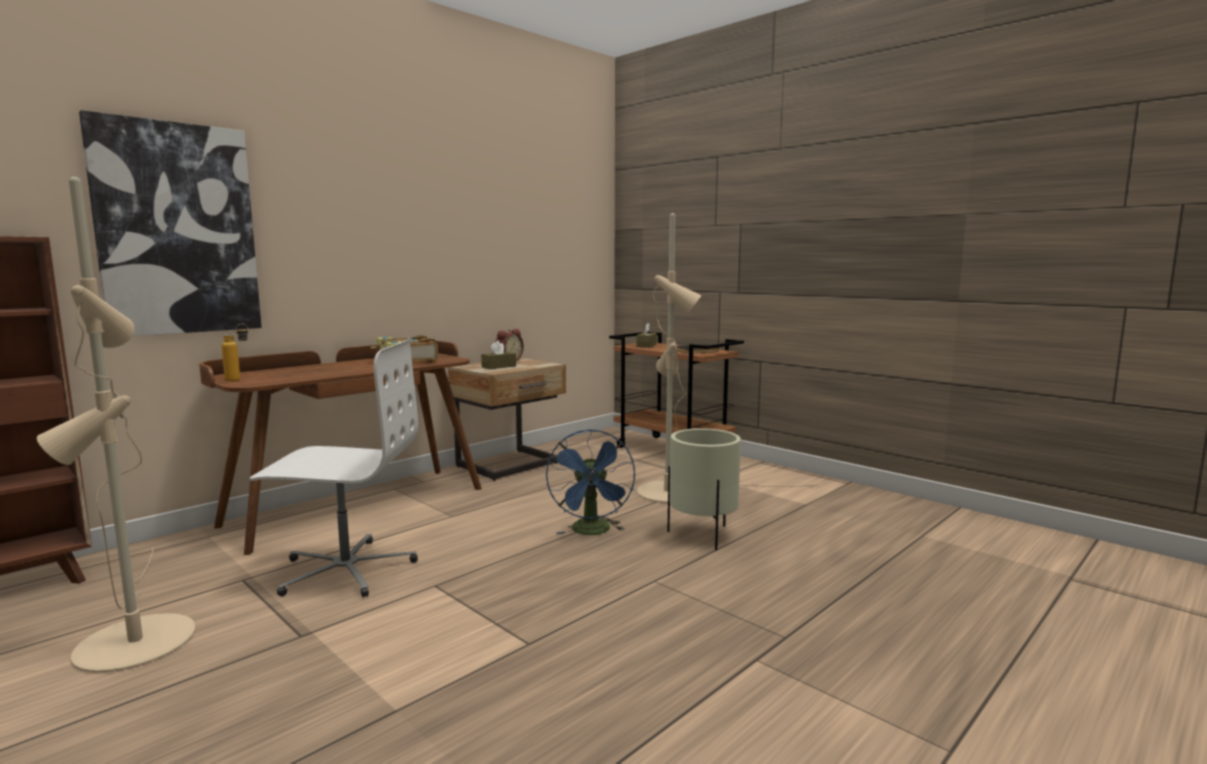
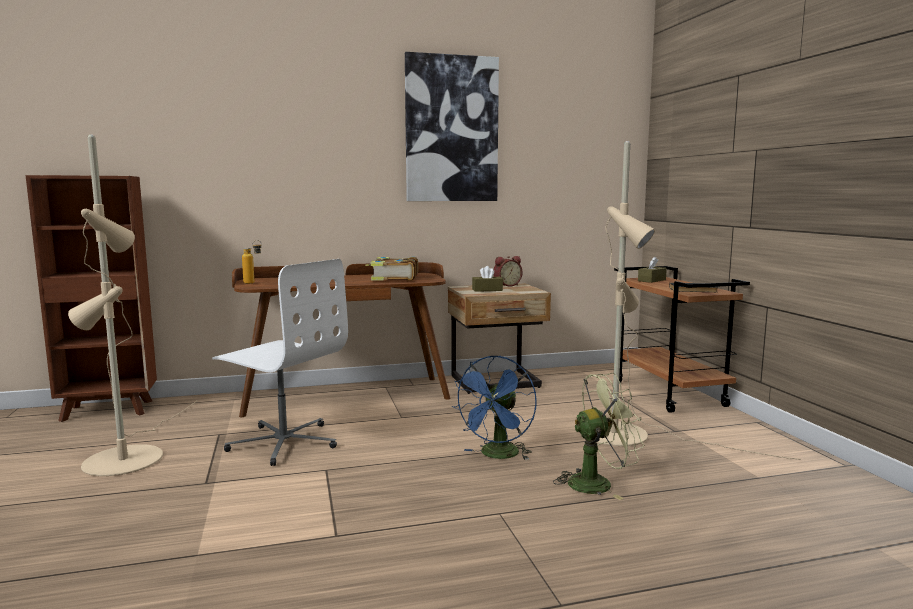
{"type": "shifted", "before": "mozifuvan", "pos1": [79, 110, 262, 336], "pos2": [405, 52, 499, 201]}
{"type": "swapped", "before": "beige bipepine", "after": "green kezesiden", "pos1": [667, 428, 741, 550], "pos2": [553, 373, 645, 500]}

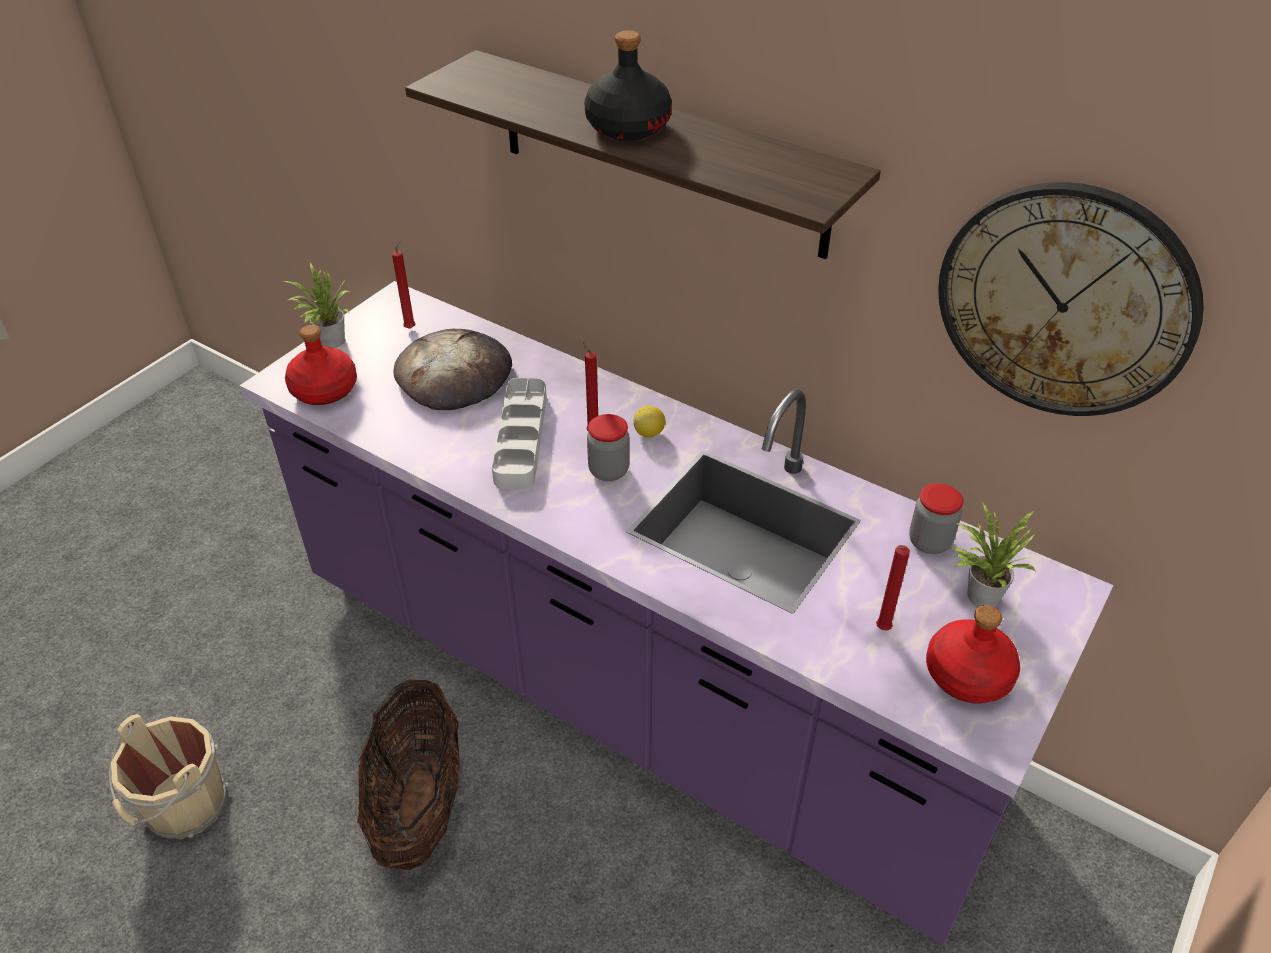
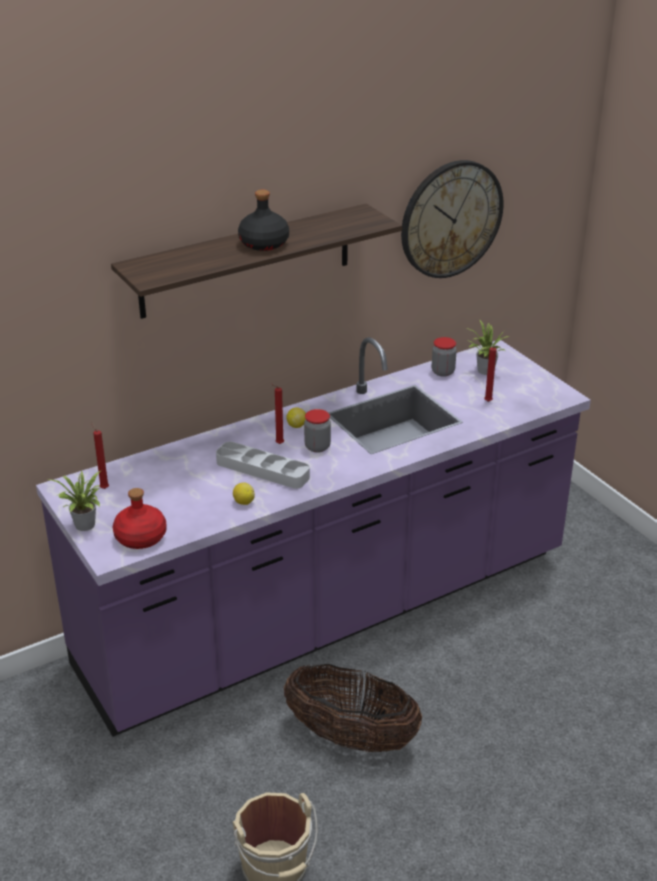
{"type": "gone", "before": "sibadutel", "pos1": [393, 329, 512, 410]}
{"type": "gone", "before": "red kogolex", "pos1": [926, 605, 1020, 703]}
{"type": "new", "after": "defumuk", "pos2": [233, 482, 255, 505]}

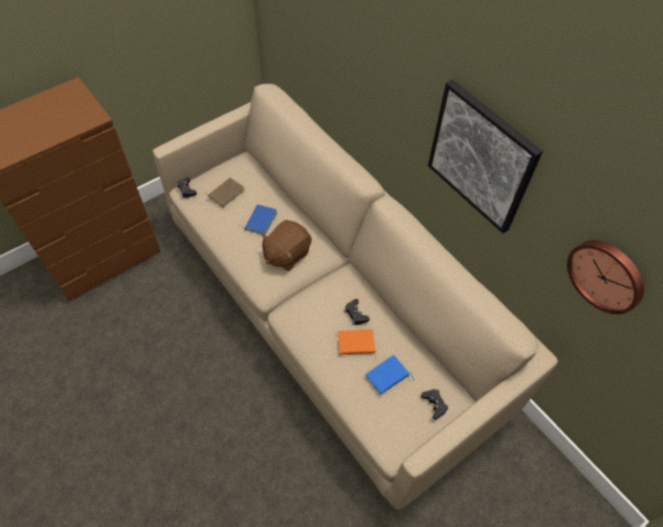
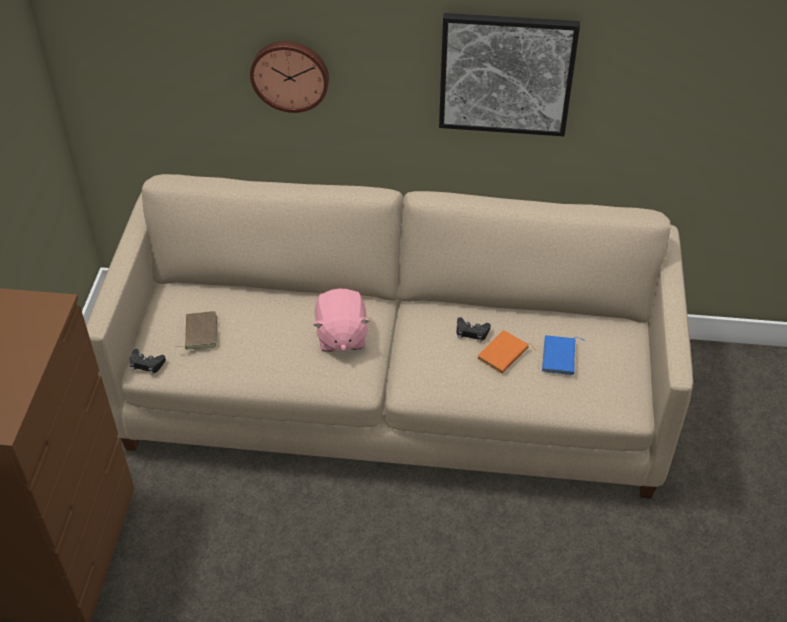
{"type": "gone", "before": "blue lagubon", "pos1": [238, 204, 277, 235]}
{"type": "repainted", "before": "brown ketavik", "after": "pink ketavik", "pos1": [261, 220, 312, 271], "pos2": [313, 289, 370, 352]}
{"type": "shifted", "before": "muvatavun", "pos1": [567, 240, 644, 314], "pos2": [250, 41, 329, 113]}
{"type": "gone", "before": "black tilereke", "pos1": [421, 389, 448, 420]}

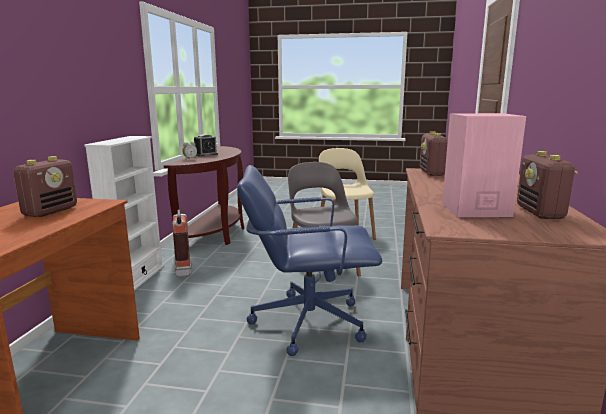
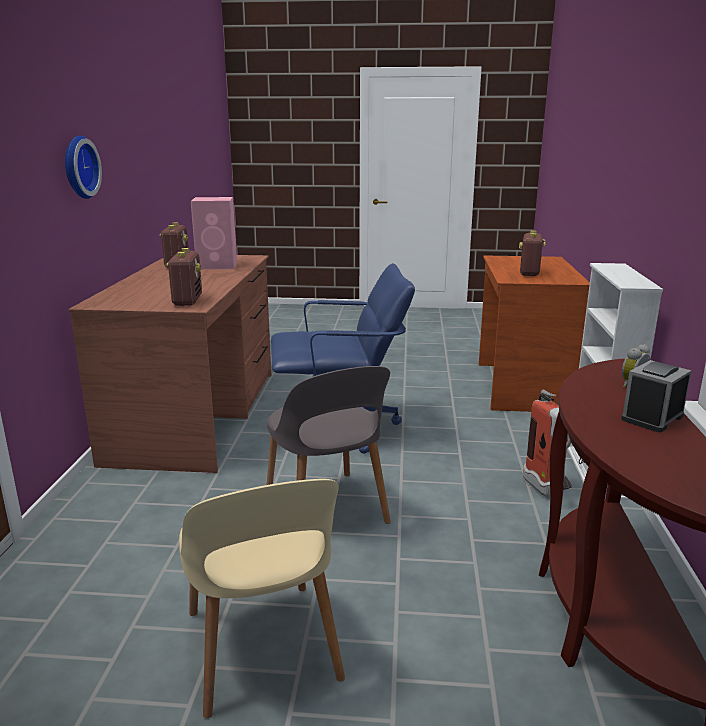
{"type": "new", "after": "muvatavun", "pos2": [65, 135, 102, 199]}

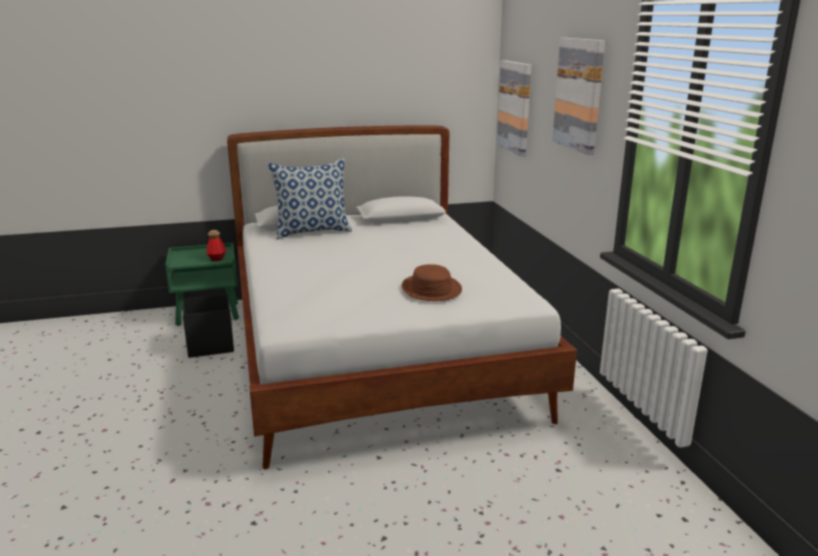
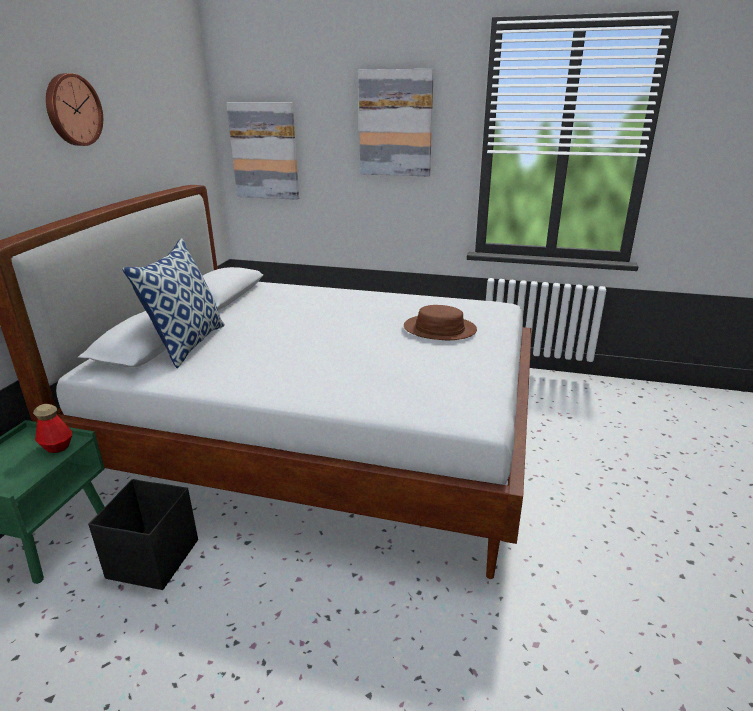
{"type": "new", "after": "muvatavun", "pos2": [46, 73, 103, 146]}

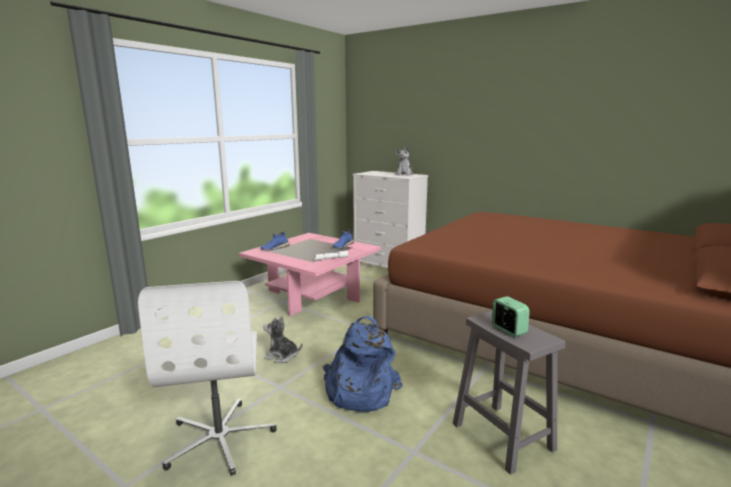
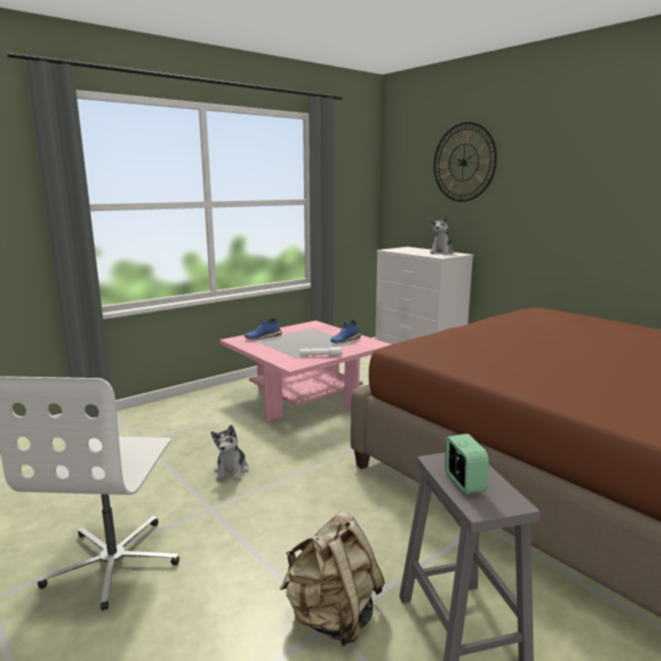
{"type": "rotated", "before": "ketavik", "pos1": [263, 316, 302, 363], "pos2": [211, 425, 249, 481], "turn": -120}
{"type": "gone", "before": "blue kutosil", "pos1": [323, 316, 403, 412]}
{"type": "new", "after": "muvatavun", "pos2": [434, 122, 497, 202]}
{"type": "new", "after": "beige kutosil", "pos2": [280, 511, 385, 646]}

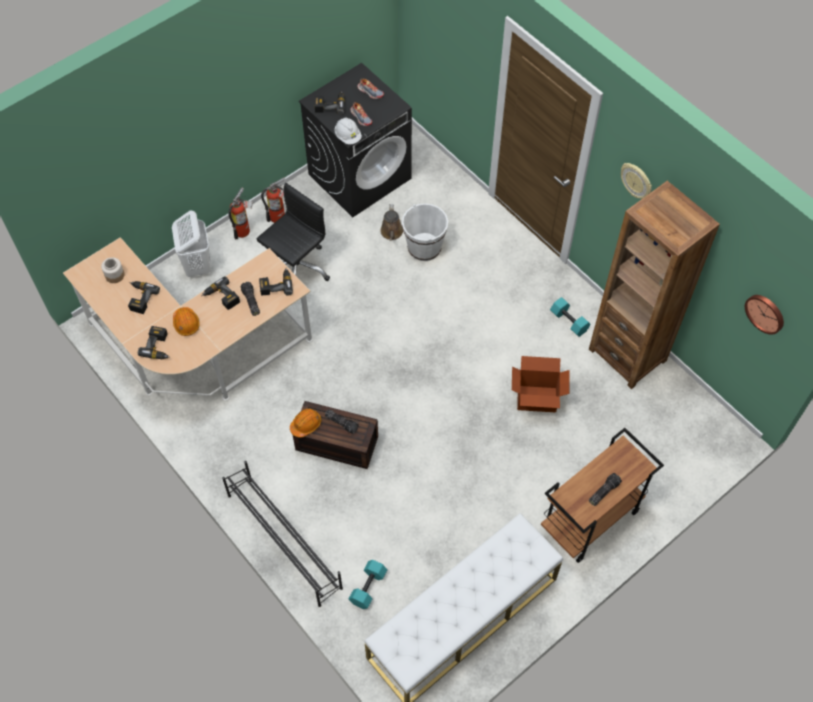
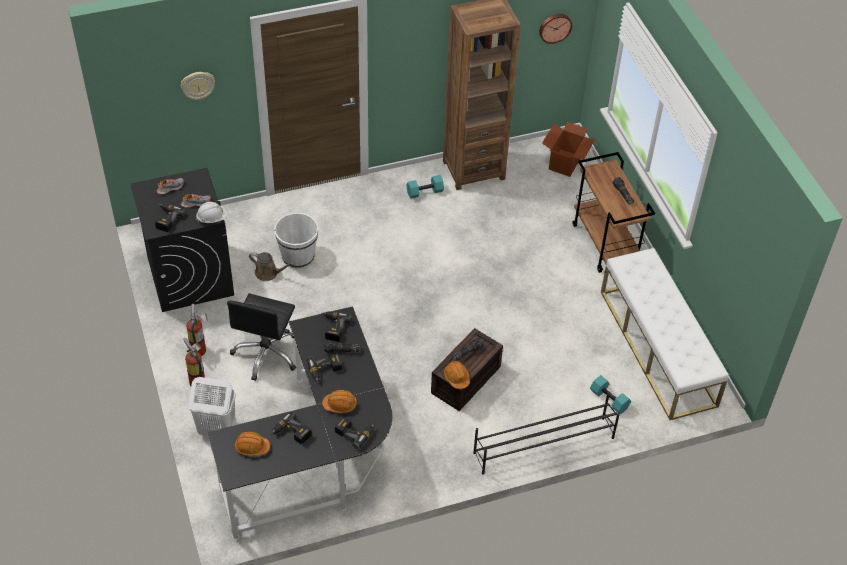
{"type": "shifted", "before": "muvatavun", "pos1": [621, 163, 652, 199], "pos2": [181, 72, 215, 100]}
{"type": "rotated", "before": "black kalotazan", "pos1": [257, 183, 330, 281], "pos2": [227, 293, 296, 381], "turn": -135}
{"type": "repainted", "before": "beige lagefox", "after": "black lagefox", "pos1": [63, 237, 313, 401], "pos2": [207, 306, 393, 540]}
{"type": "swapped", "before": "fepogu", "after": "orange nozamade", "pos1": [101, 257, 125, 283], "pos2": [235, 432, 270, 456]}
{"type": "shifted", "before": "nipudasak", "pos1": [512, 356, 570, 412], "pos2": [542, 122, 595, 177]}

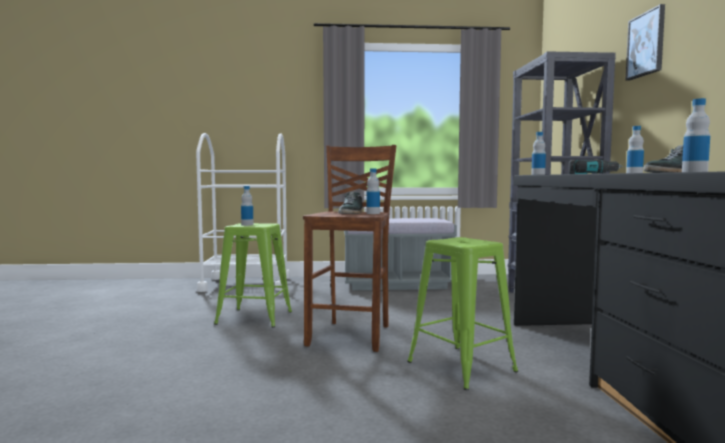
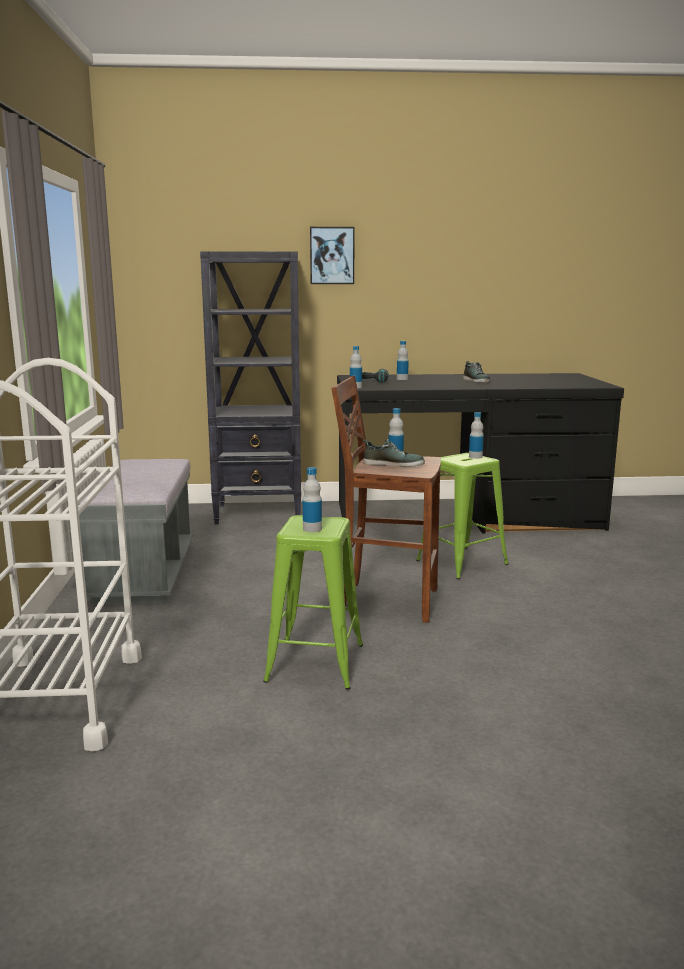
{"type": "shifted", "before": "kogolex", "pos1": [682, 98, 710, 172], "pos2": [469, 412, 484, 459]}

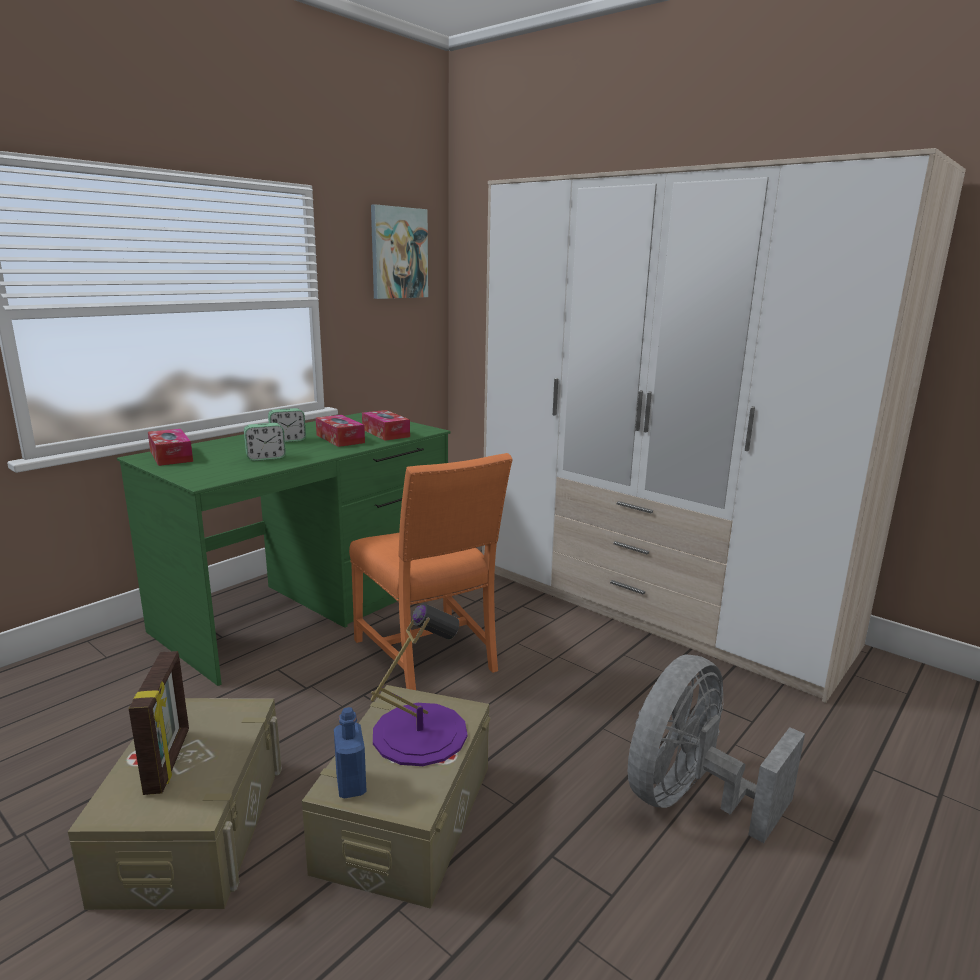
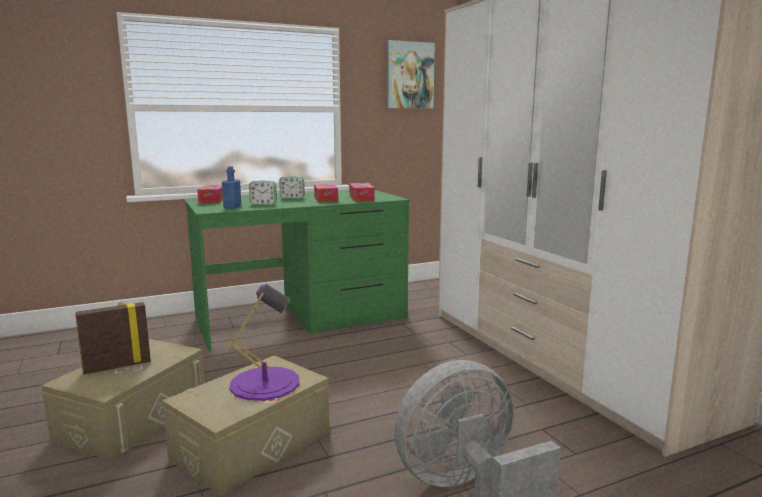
{"type": "gone", "before": "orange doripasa", "pos1": [349, 453, 513, 690]}
{"type": "rotated", "before": "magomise", "pos1": [129, 651, 189, 795], "pos2": [75, 302, 151, 374], "turn": -135}
{"type": "shifted", "before": "blue kogolex", "pos1": [334, 707, 367, 799], "pos2": [222, 166, 241, 209]}

